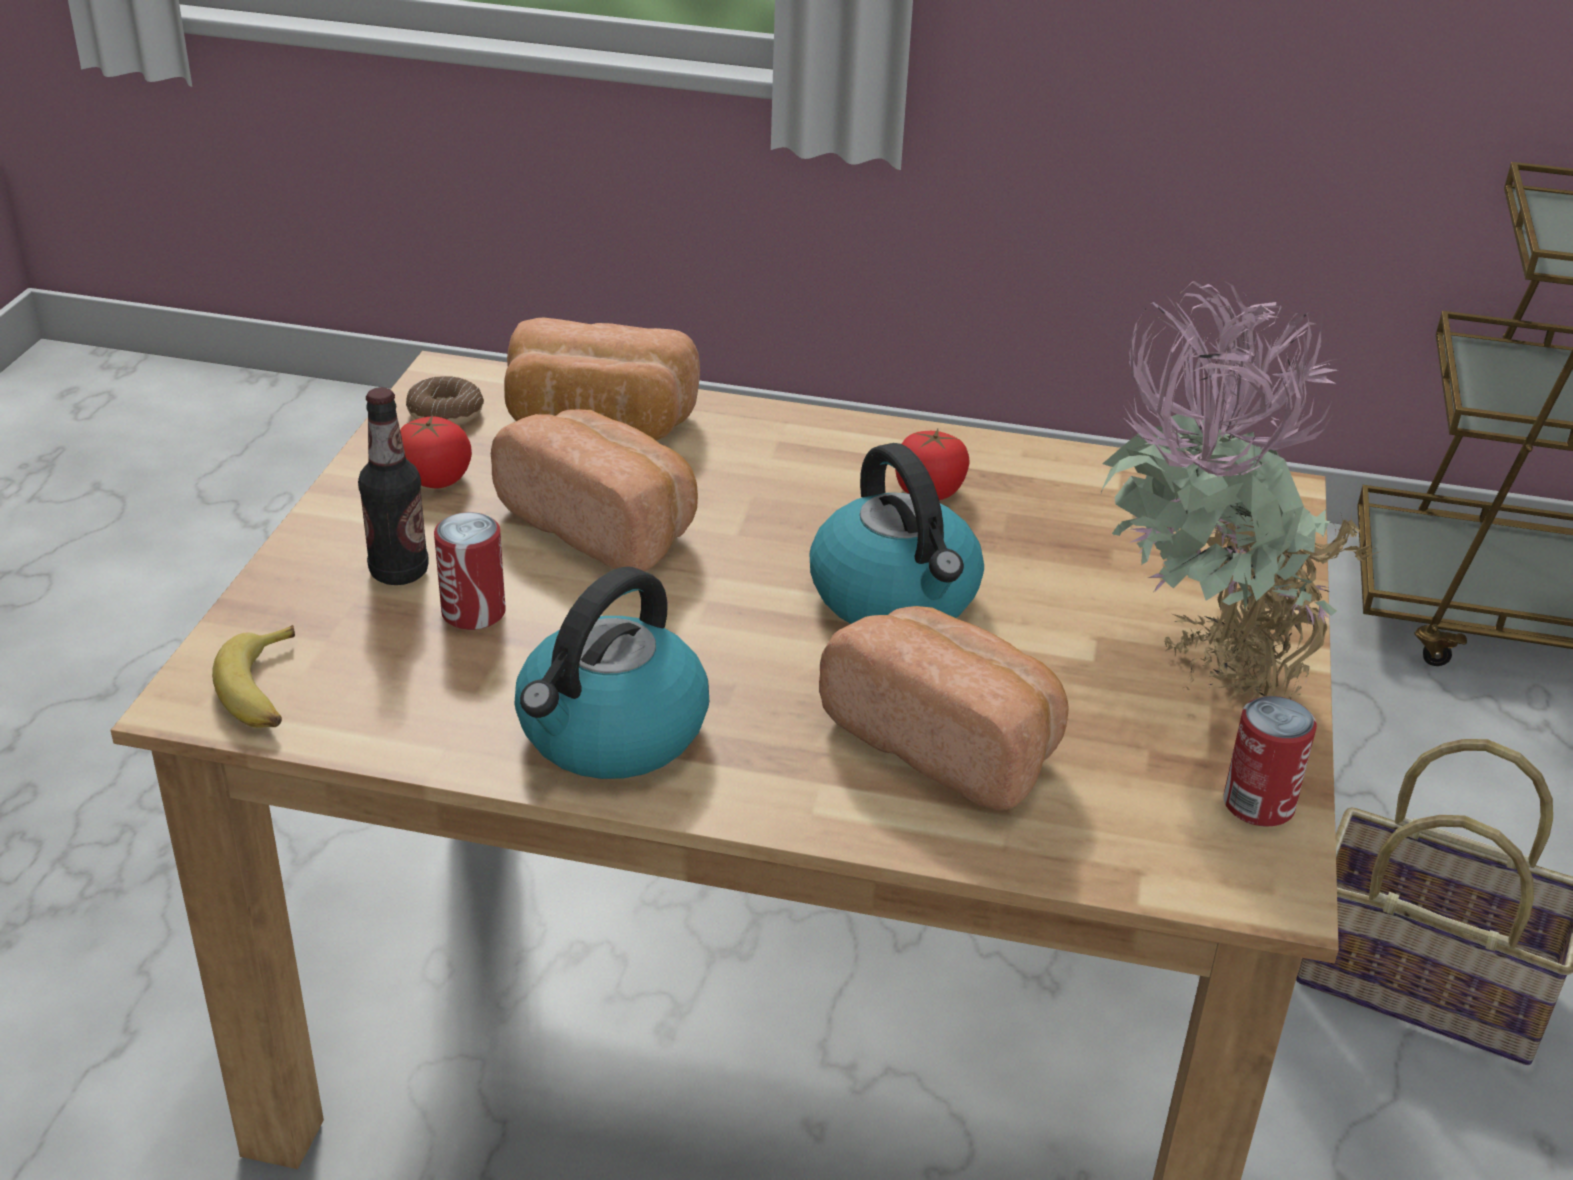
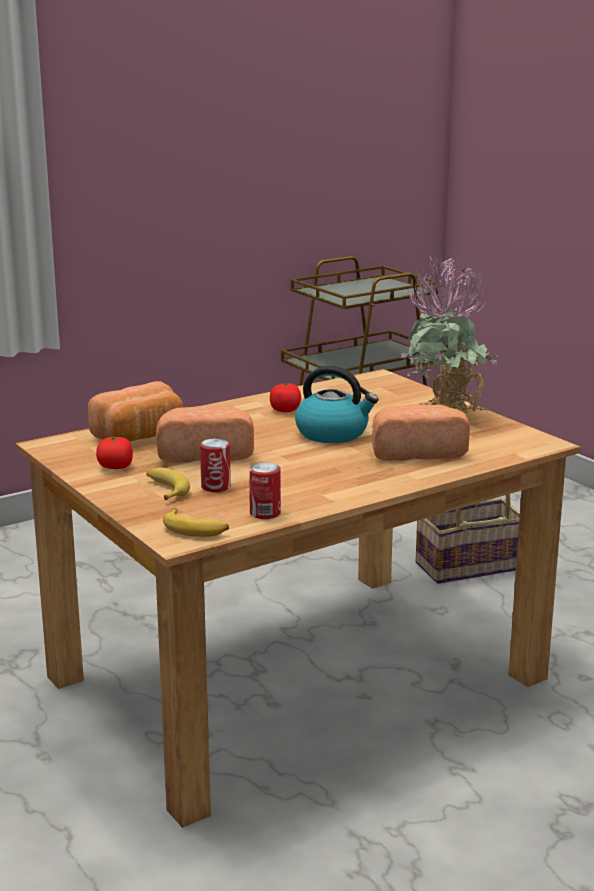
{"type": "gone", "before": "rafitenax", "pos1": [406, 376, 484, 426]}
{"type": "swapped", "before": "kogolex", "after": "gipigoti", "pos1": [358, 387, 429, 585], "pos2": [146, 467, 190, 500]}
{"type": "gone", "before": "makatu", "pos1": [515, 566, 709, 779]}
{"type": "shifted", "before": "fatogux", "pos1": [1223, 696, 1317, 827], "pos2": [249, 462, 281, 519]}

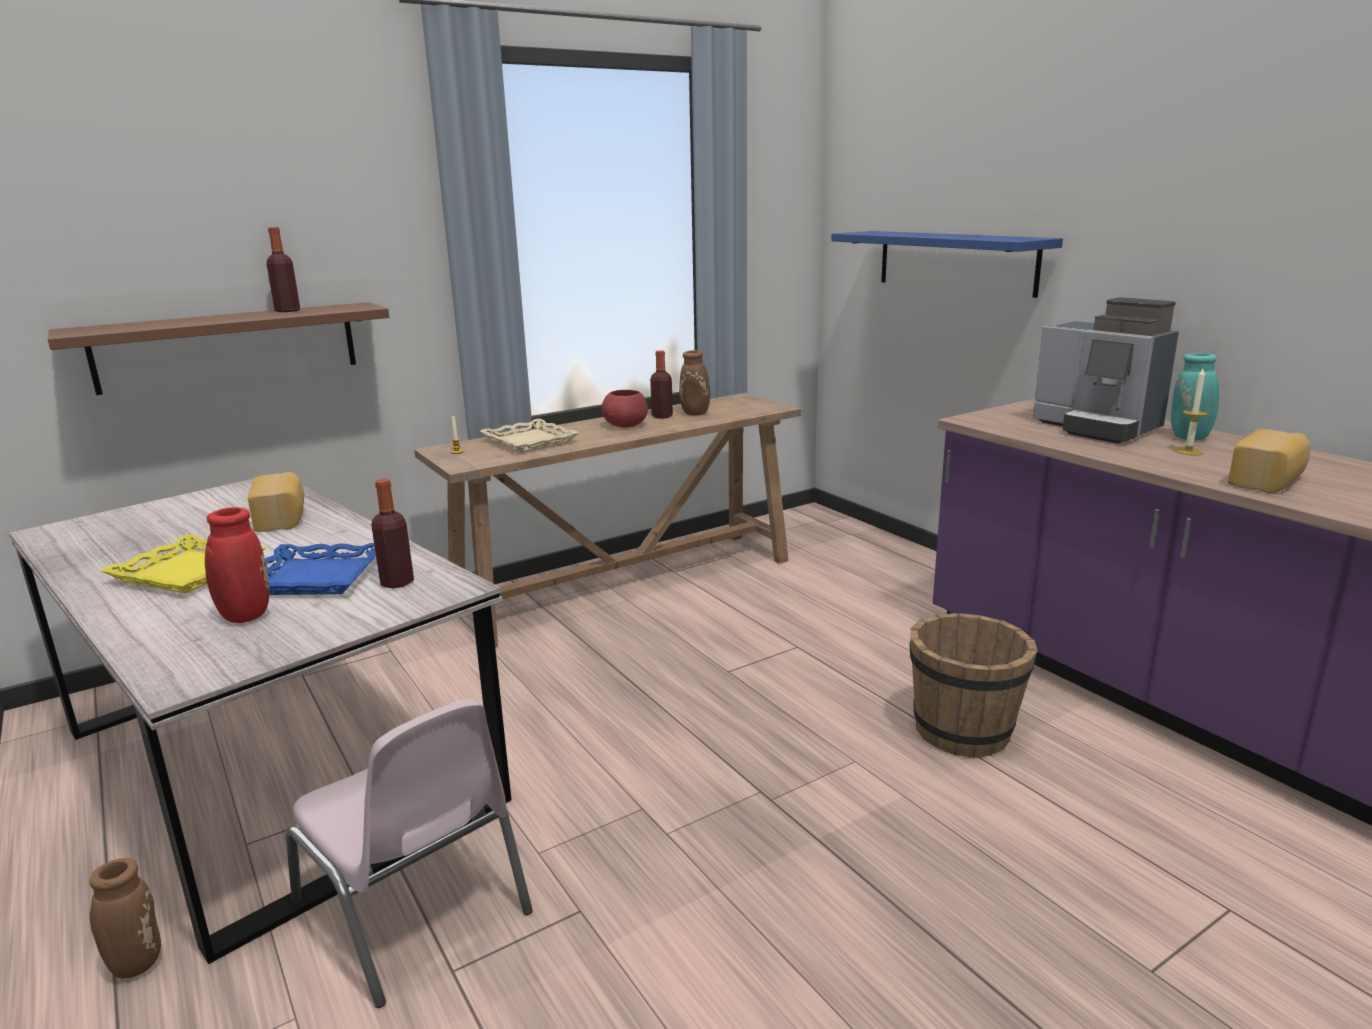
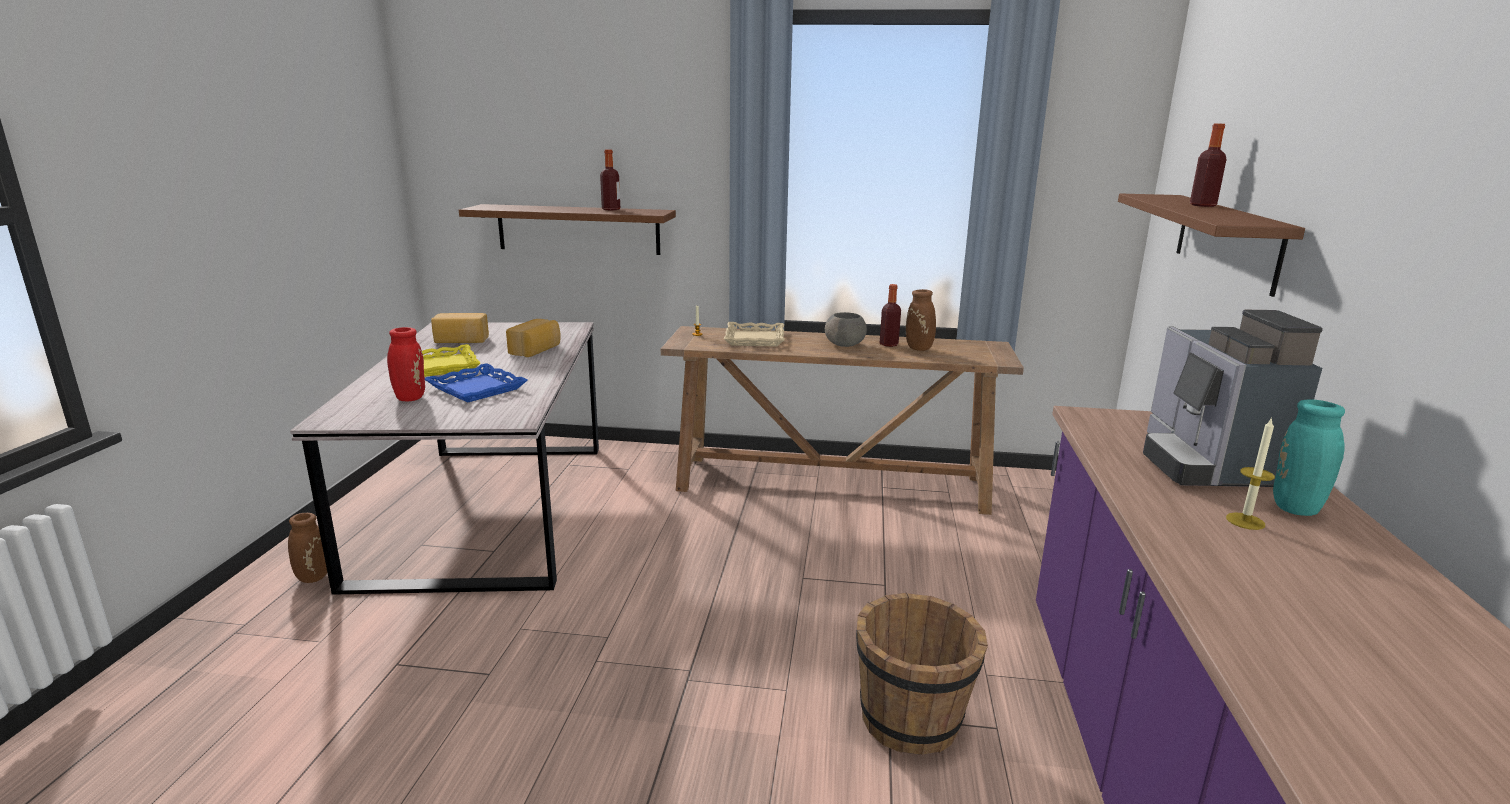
{"type": "repainted", "before": "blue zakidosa", "after": "brown zakidosa", "pos1": [831, 231, 1063, 298], "pos2": [1118, 193, 1305, 297]}
{"type": "repainted", "before": "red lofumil", "after": "grey lofumil", "pos1": [601, 390, 648, 428], "pos2": [825, 312, 867, 347]}
{"type": "shifted", "before": "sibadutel", "pos1": [1228, 429, 1310, 493], "pos2": [431, 313, 489, 343]}
{"type": "shifted", "before": "kogolex", "pos1": [371, 478, 414, 588], "pos2": [1190, 124, 1227, 207]}
{"type": "gone", "before": "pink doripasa", "pos1": [286, 699, 533, 1008]}

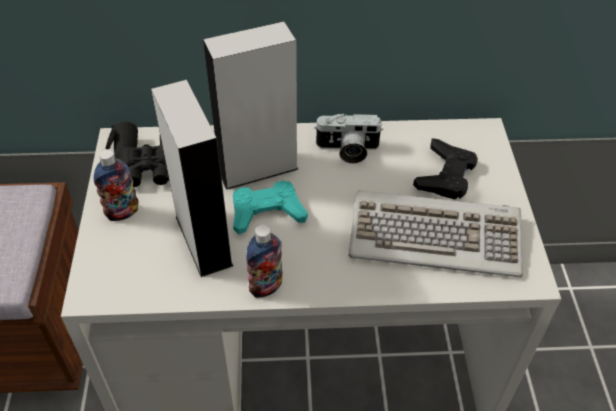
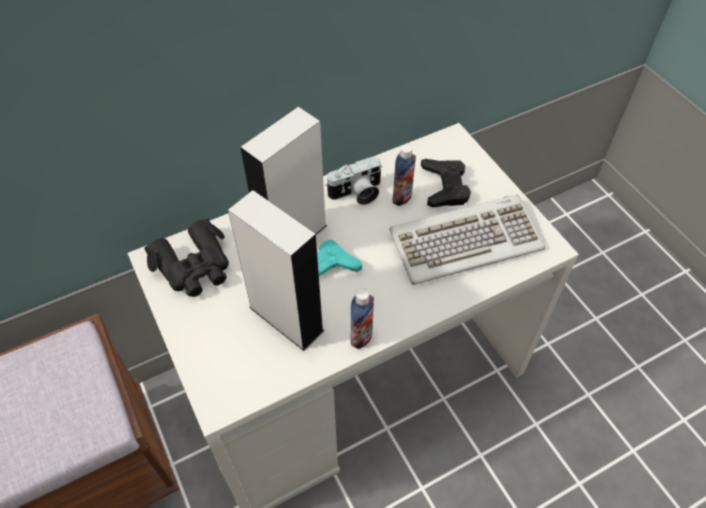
{"type": "shifted", "before": "kogolex", "pos1": [94, 149, 138, 221], "pos2": [393, 144, 416, 206]}

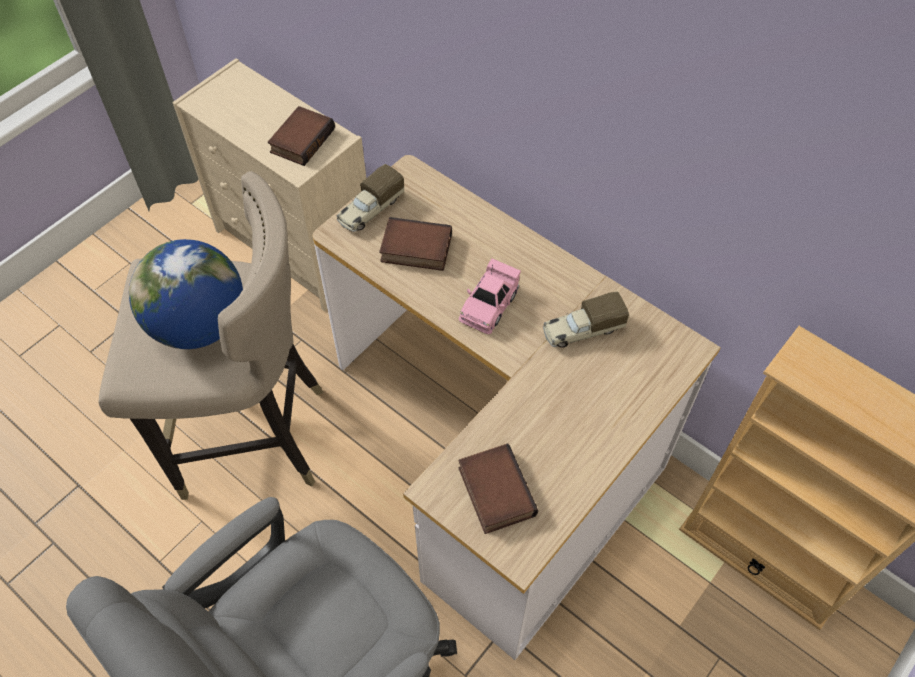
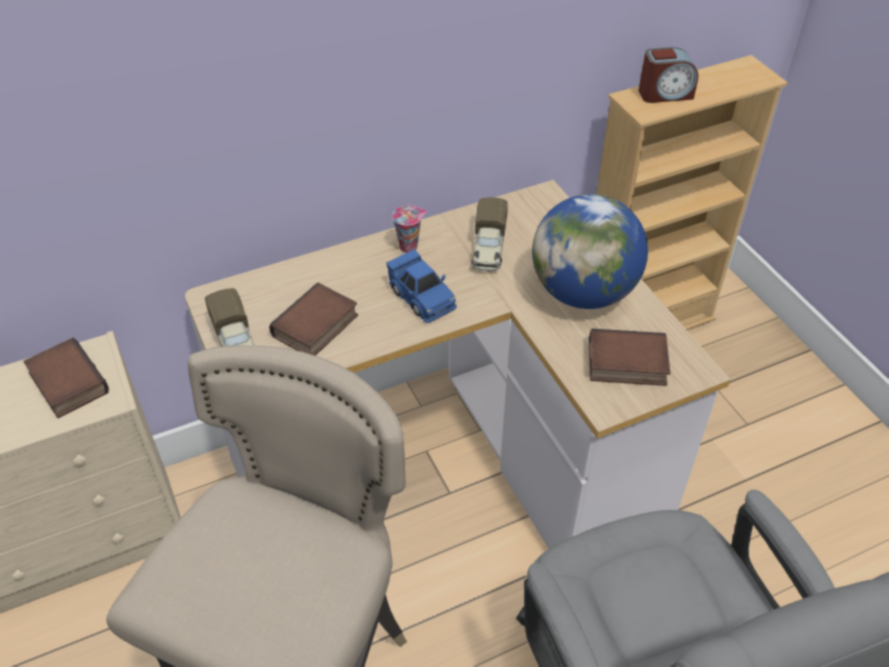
{"type": "shifted", "before": "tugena", "pos1": [129, 239, 243, 349], "pos2": [532, 194, 648, 309]}
{"type": "repainted", "before": "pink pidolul", "after": "blue pidolul", "pos1": [459, 258, 521, 334], "pos2": [386, 249, 457, 323]}
{"type": "new", "after": "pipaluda", "pos2": [639, 47, 698, 103]}
{"type": "new", "after": "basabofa", "pos2": [392, 205, 427, 253]}

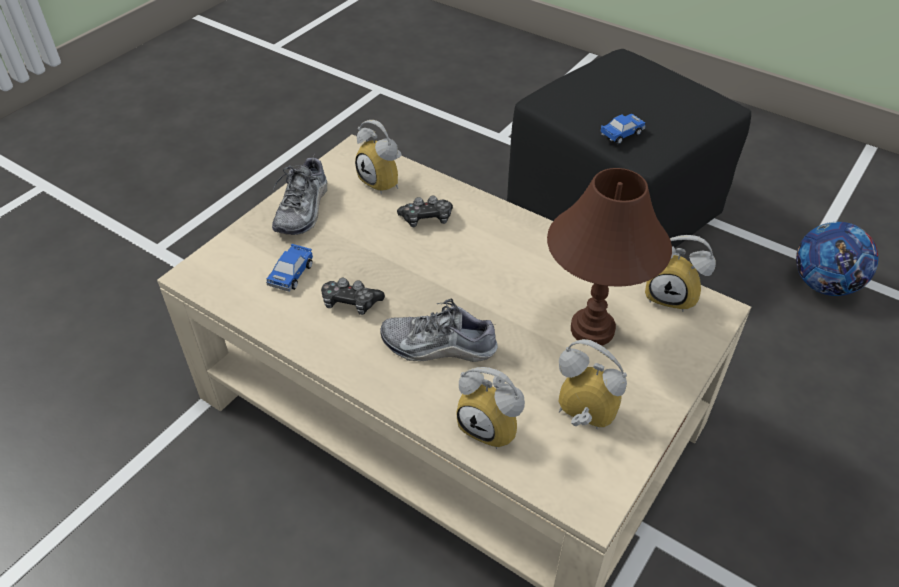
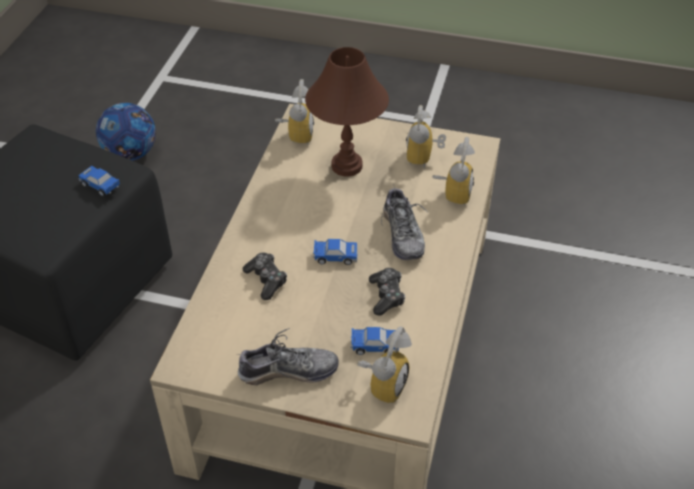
{"type": "shifted", "before": "pipaluda", "pos1": [355, 120, 402, 194], "pos2": [357, 326, 412, 404]}
{"type": "new", "after": "pidolul", "pos2": [313, 239, 358, 265]}

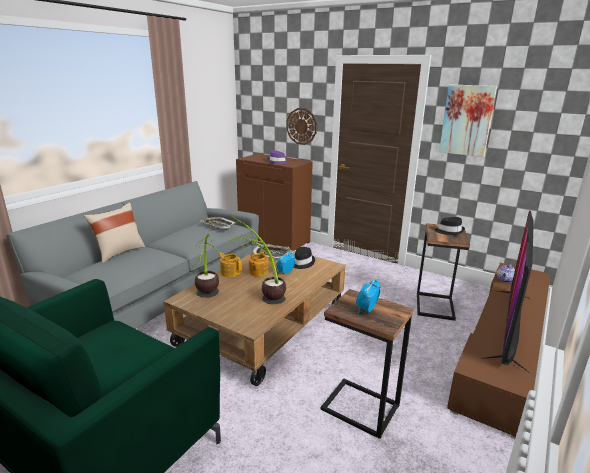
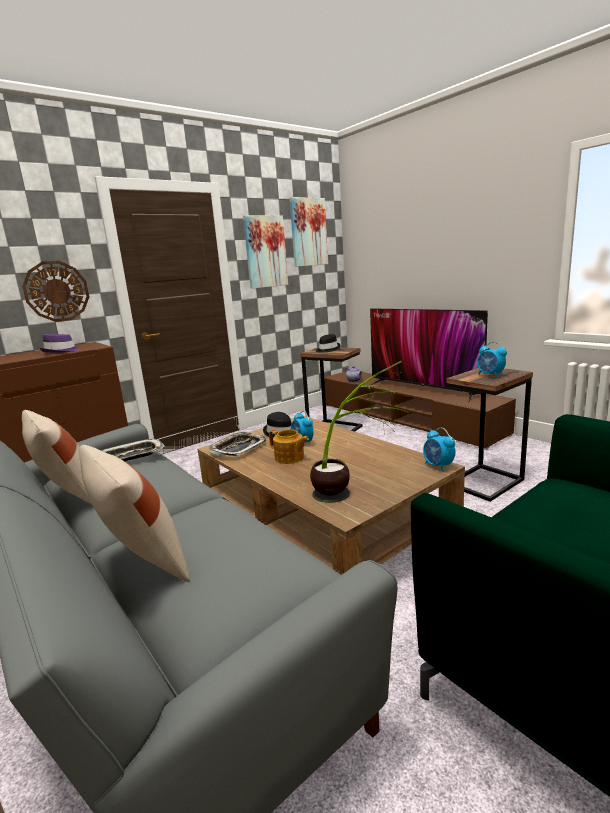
{"type": "gone", "before": "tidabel", "pos1": [230, 215, 286, 305]}
{"type": "gone", "before": "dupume", "pos1": [219, 253, 241, 277]}
{"type": "new", "after": "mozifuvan", "pos2": [290, 197, 328, 267]}
{"type": "new", "after": "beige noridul", "pos2": [22, 410, 92, 505]}
{"type": "new", "after": "pipaluda", "pos2": [423, 428, 455, 471]}

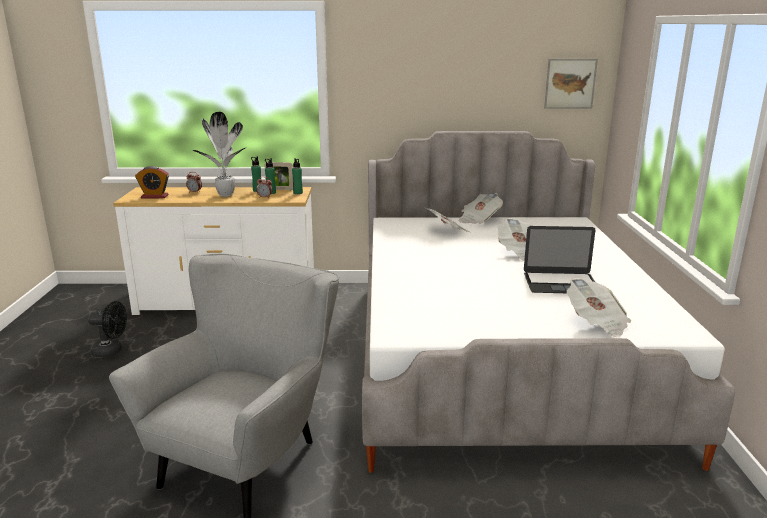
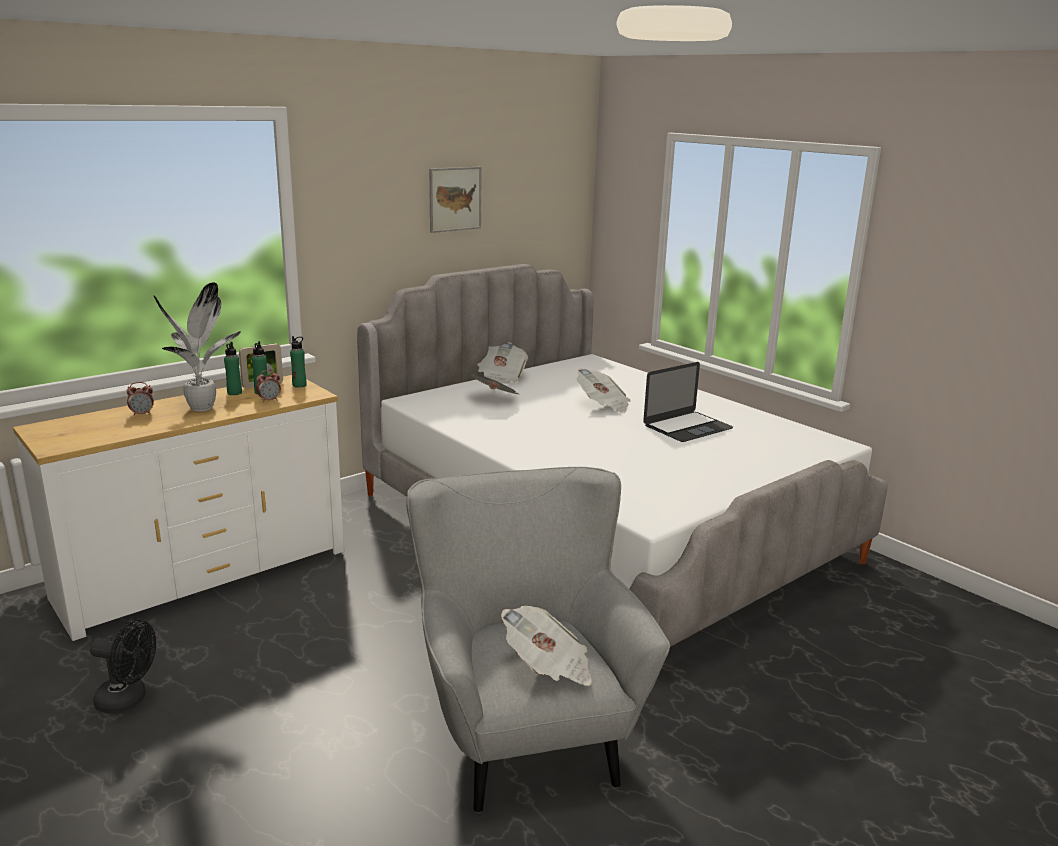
{"type": "shifted", "before": "mozifuvan", "pos1": [544, 59, 598, 108], "pos2": [429, 167, 482, 233]}
{"type": "gone", "before": "pipaluda", "pos1": [135, 166, 169, 199]}
{"type": "shifted", "before": "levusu", "pos1": [566, 278, 631, 338], "pos2": [501, 606, 592, 686]}
{"type": "rotated", "before": "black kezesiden", "pos1": [88, 301, 127, 358], "pos2": [90, 620, 156, 714], "turn": 45}

